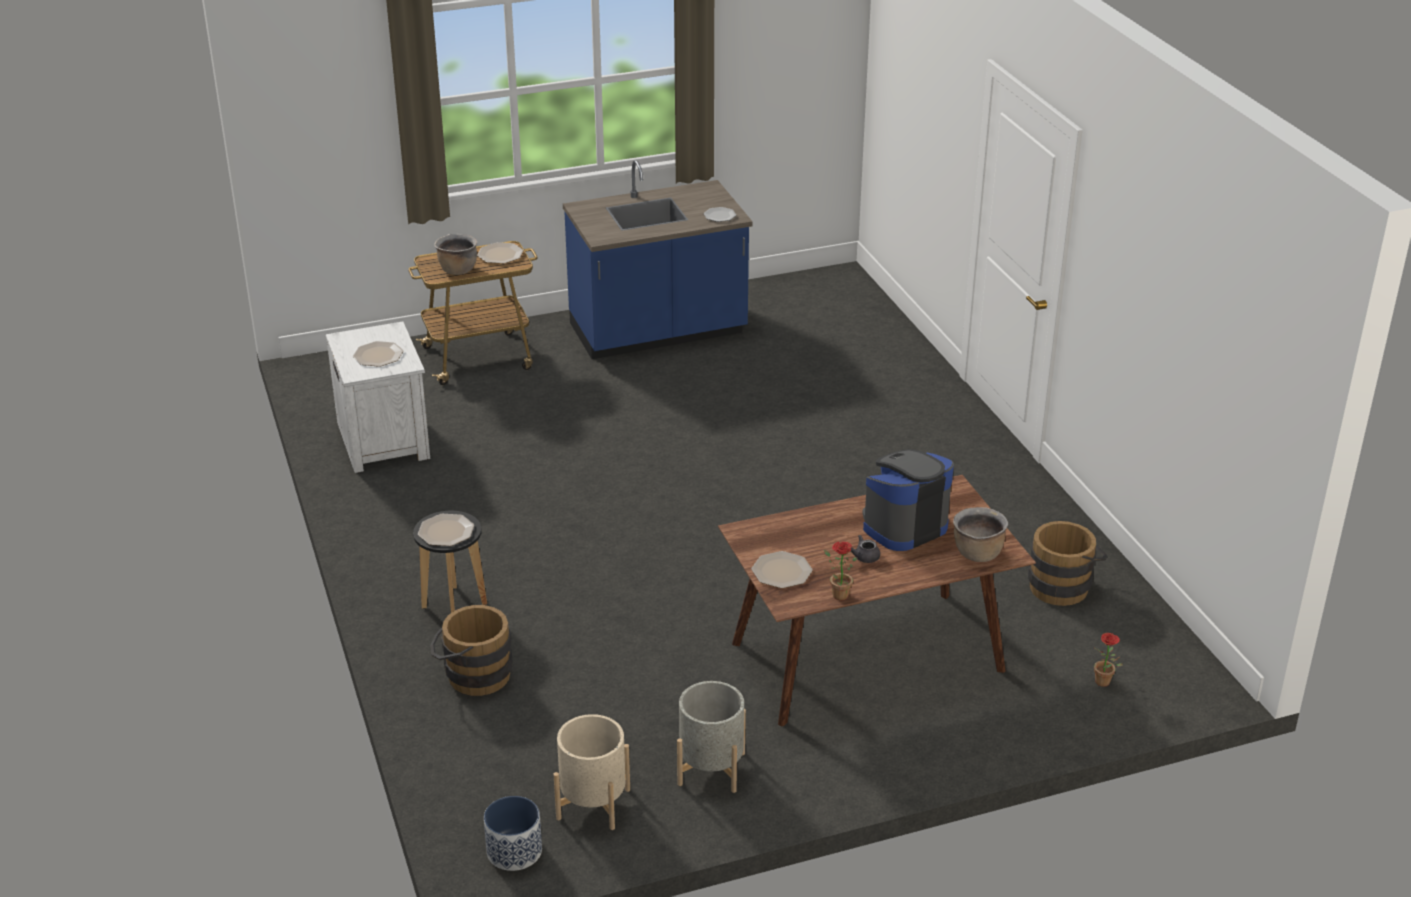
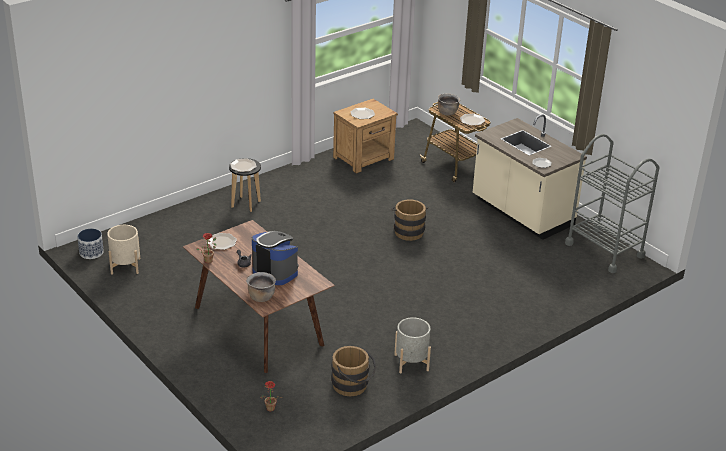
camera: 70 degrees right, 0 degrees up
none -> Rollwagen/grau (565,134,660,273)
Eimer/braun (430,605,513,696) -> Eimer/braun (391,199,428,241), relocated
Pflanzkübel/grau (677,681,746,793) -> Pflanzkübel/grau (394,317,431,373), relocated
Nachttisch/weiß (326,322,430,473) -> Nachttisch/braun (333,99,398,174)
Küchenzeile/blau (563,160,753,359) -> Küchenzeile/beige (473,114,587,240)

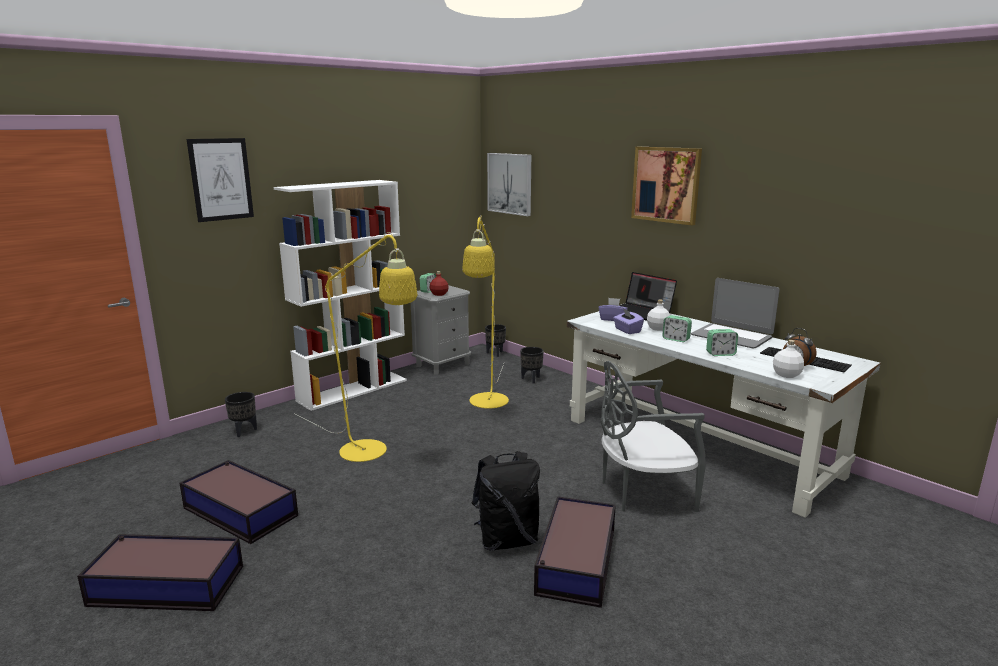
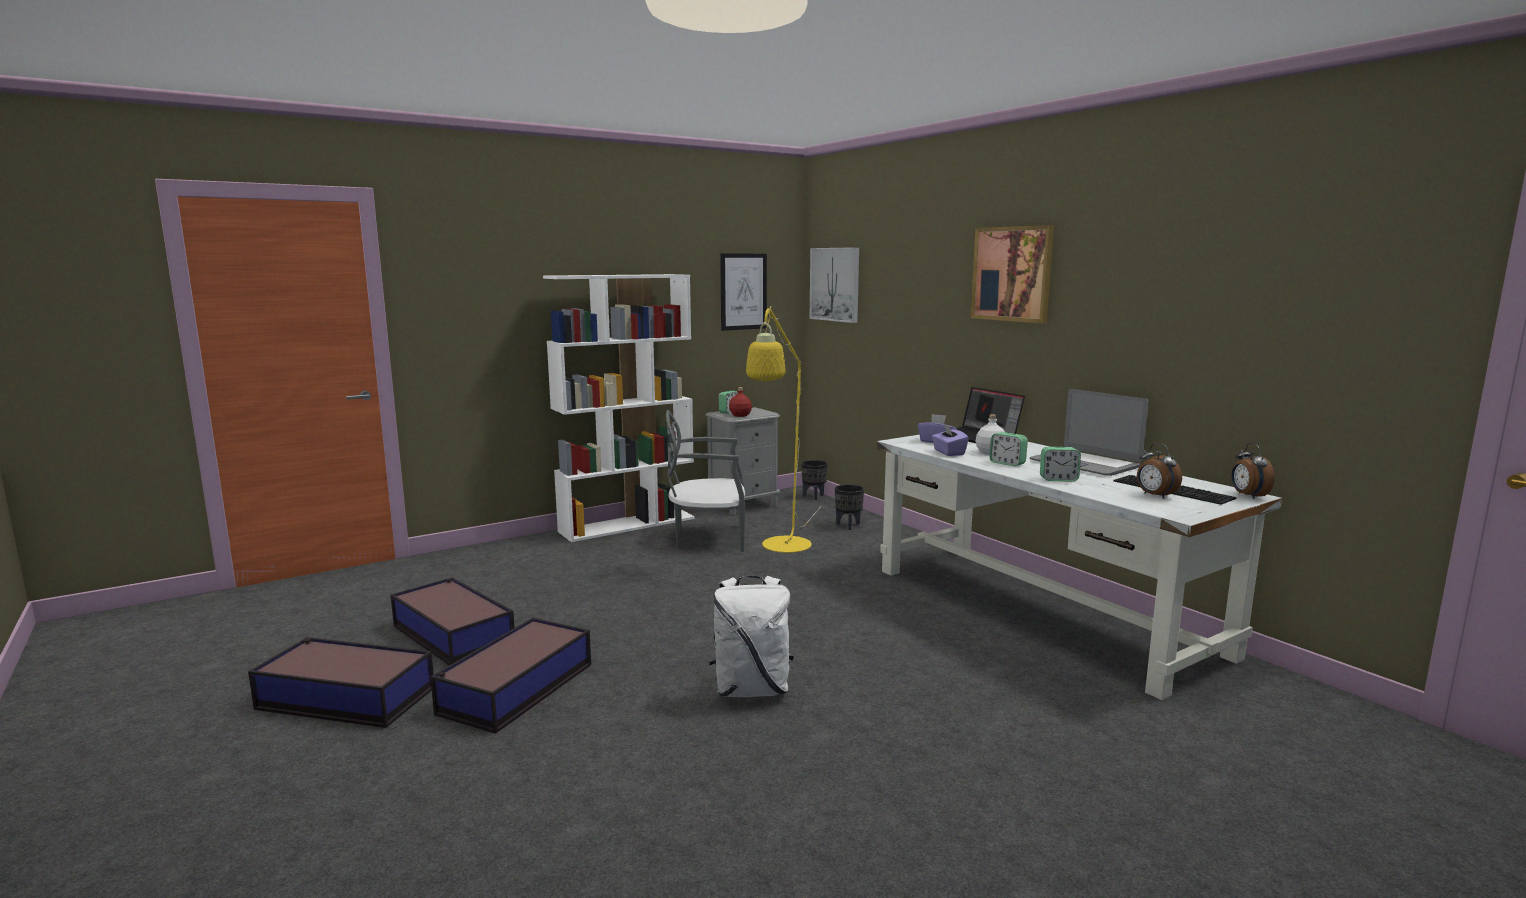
camera: 10 degrees right, 5 degrees down
Pflanzkübel/schwarz (225,392,257,437) -> none
Stehlampe/gelb (294,232,417,462) -> none
Flasche/weiß (773,340,804,378) -> none
none -> Wecker (1231,443,1275,499)
Bild (187,138,254,222) -> Bild (720,253,767,331), relocated
Aufbewahrungsbox (534,496,616,608) -> Aufbewahrungsbox (430,618,591,734), relocated
Stuhl/grau (600,361,706,512) -> Stuhl/grau (666,410,745,552), relocated
Rucksack/schwarz (472,451,540,551) -> Rucksack/weiß (709,576,794,697)

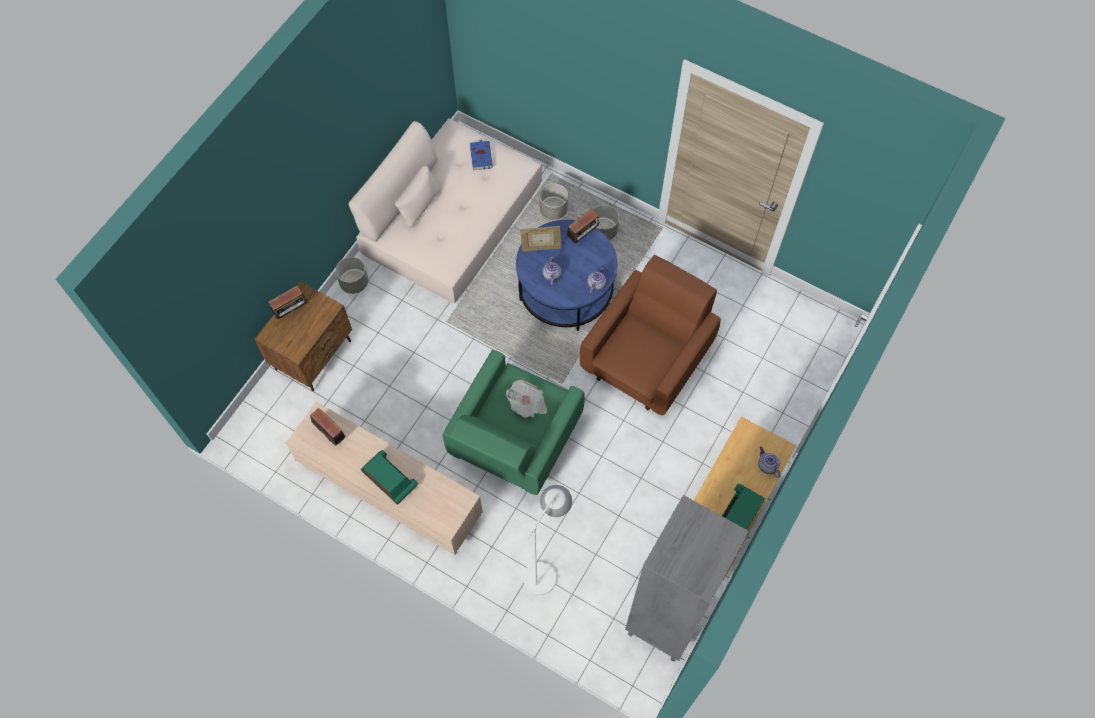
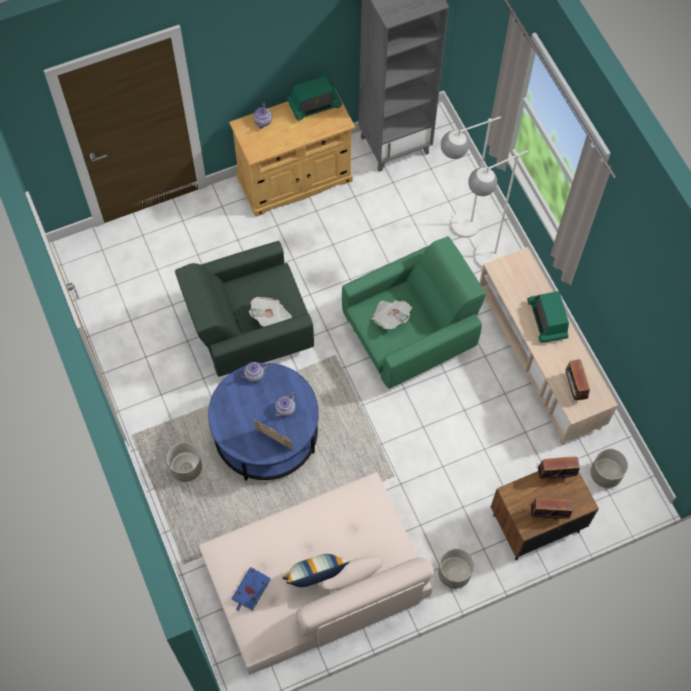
camera: 145 degrees left, 0 degrees up
none -> Zeitung (249,297,292,327)
none -> Kissen (282,554,350,587)
none -> Stehlampe/weiß (468,150,528,268)
Pflanzkübel/grau (539,183,568,220) -> Pflanzkübel/grau (591,449,628,488), relocated
Radio (567,208,600,243) -> Radio (536,454,580,479), relocated
Sessel/braun (580,255,721,415) -> Sessel/grün (175,241,314,377)

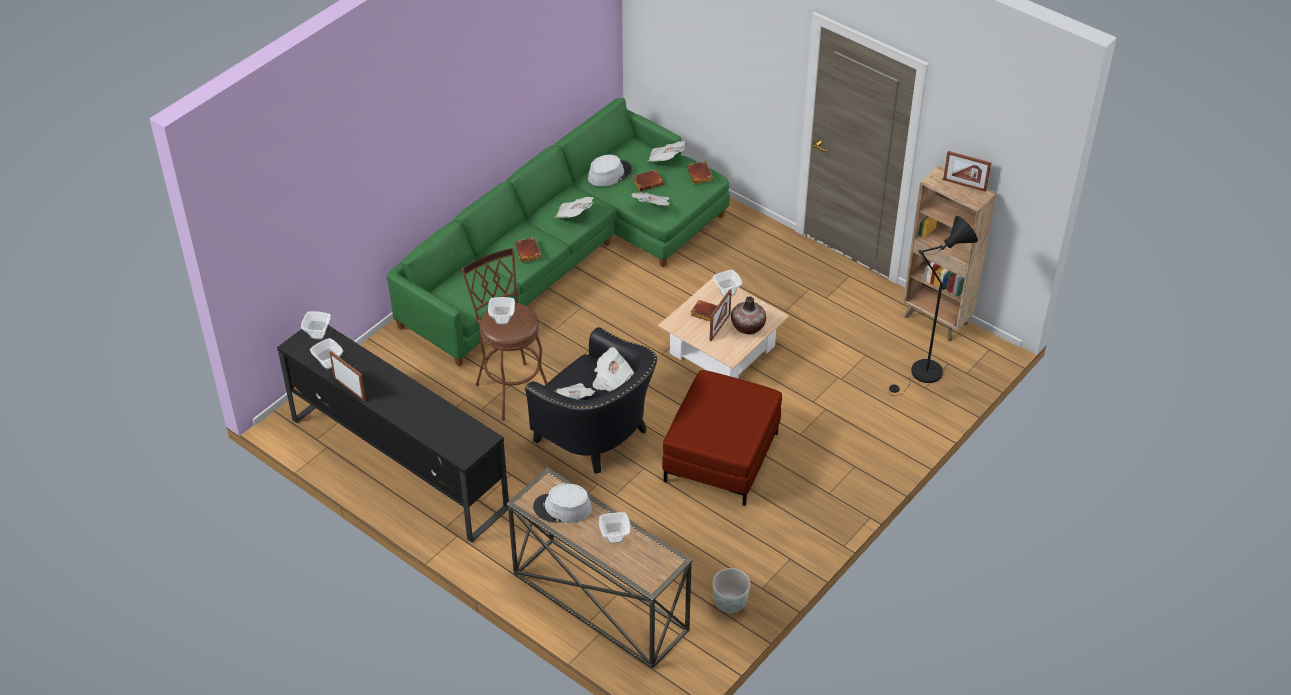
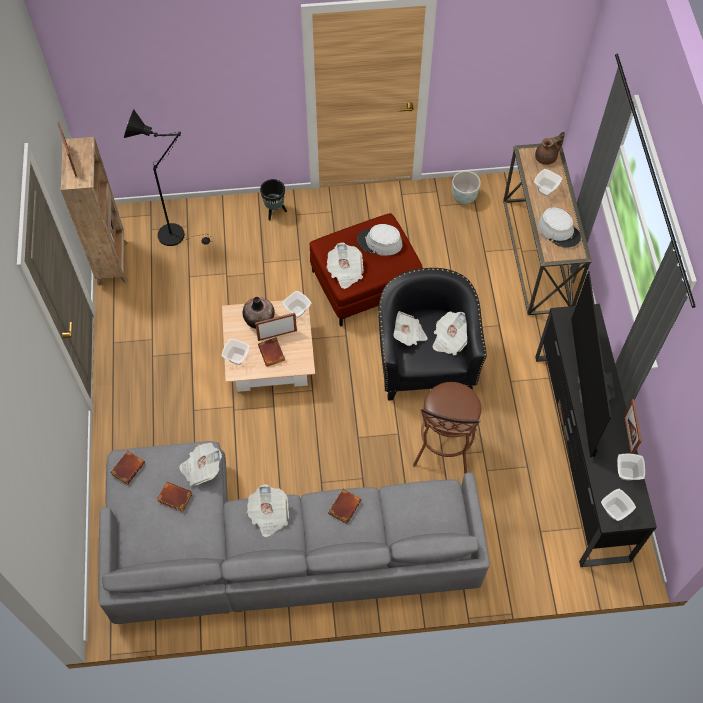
camera: 135 degrees left, 15 degrees up
none -> Pflanzkübel/schwarz (260,179,287,221)
none -> Teekanne/braun (535,132,565,165)
none -> Fernseher (571,271,615,457)
Schüssel (488,297,515,325) -> Schüssel (282,291,312,318), relocated
Hut/grau (588,155,632,187) -> Hut/grau (357,224,403,256), relocated
Zeitung (647,141,685,162) -> Zeitung (327,242,363,289), relocated
Sofa/grün (387,98,730,367) -> Sofa/grau (98,441,490,624)

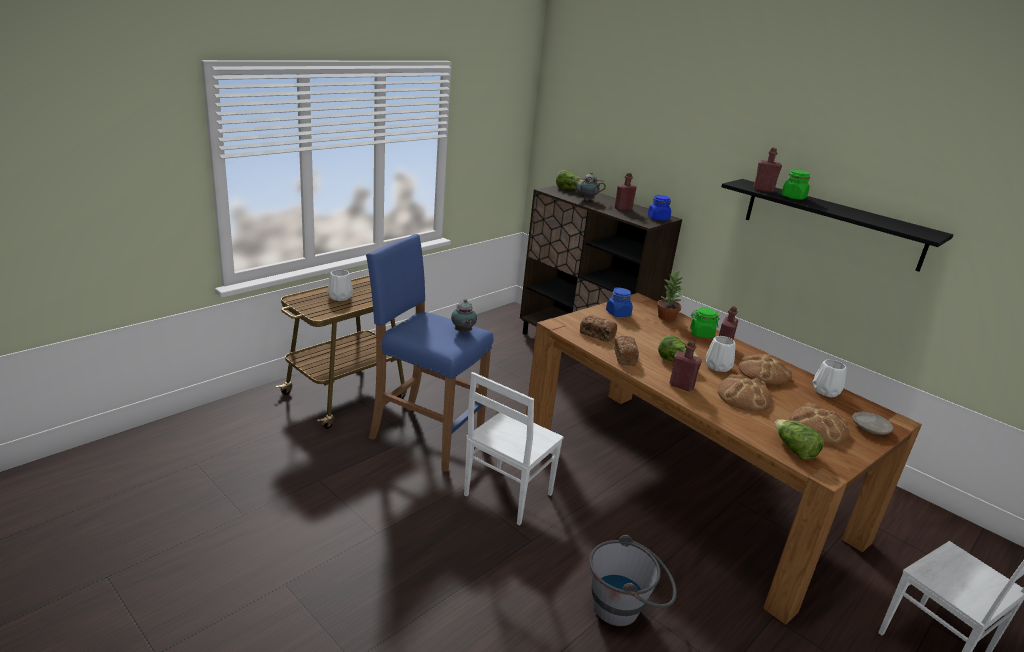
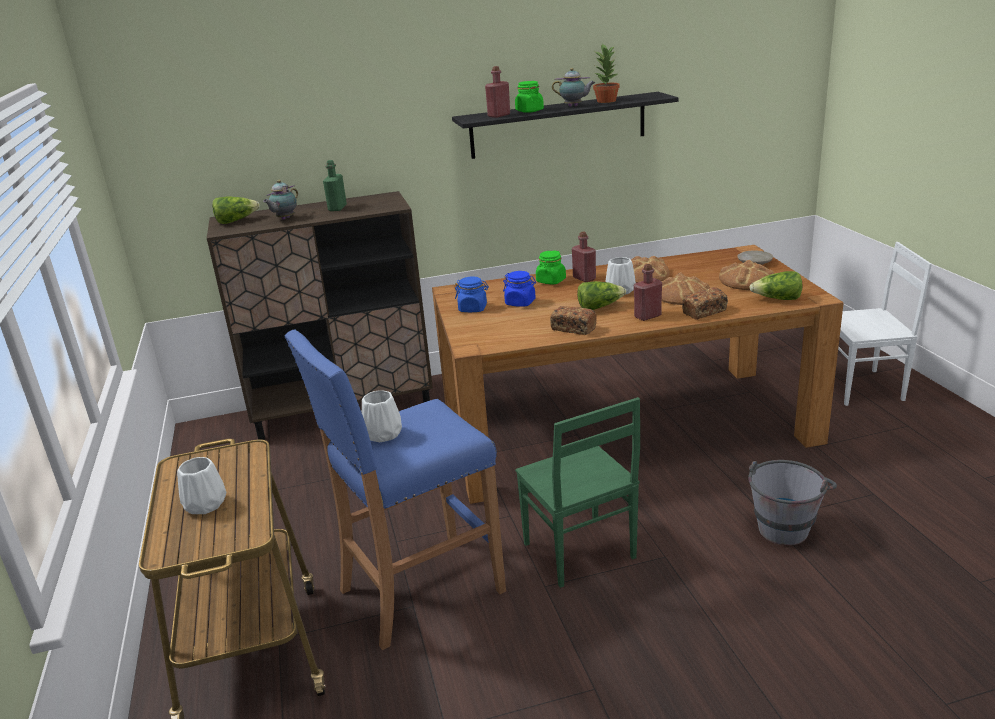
camera: 55 degrees left, 0 degrees up
Teekanne (451,299,477,333) -> Teekanne (552,68,595,107), relocated
Brot (580,315,617,342) -> Brot (682,287,728,320), relocated
Vorratsglas/blau (648,195,671,221) -> Vorratsglas/blau (503,271,536,307), relocated
Topfpflanze (657,271,684,321) -> Topfpflanze (593,44,620,103), relocated
Vase/weiß (812,359,847,397) -> Vase/weiß (362,390,402,442), relocated
Stuhl/weiß (464,372,564,525) -> Stuhl/grün (515,397,640,588)
Flasche/rot (615,173,637,211) -> Flasche/grün (323,160,347,211)

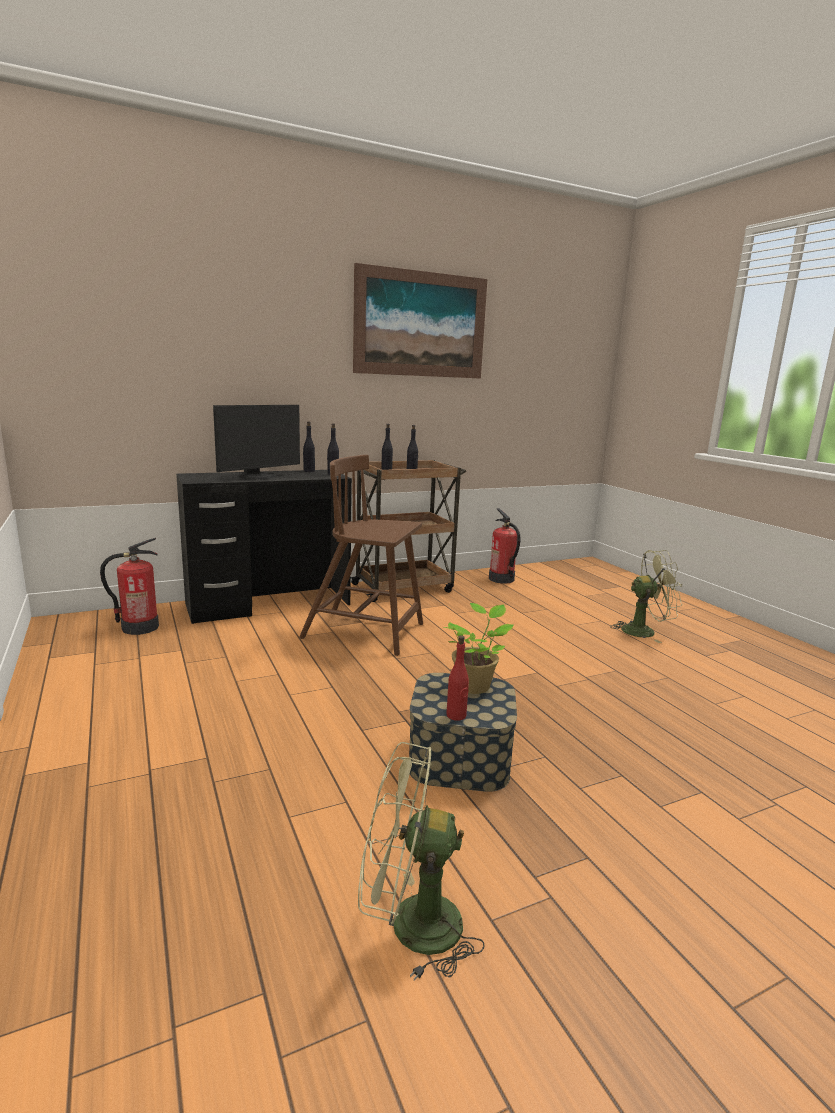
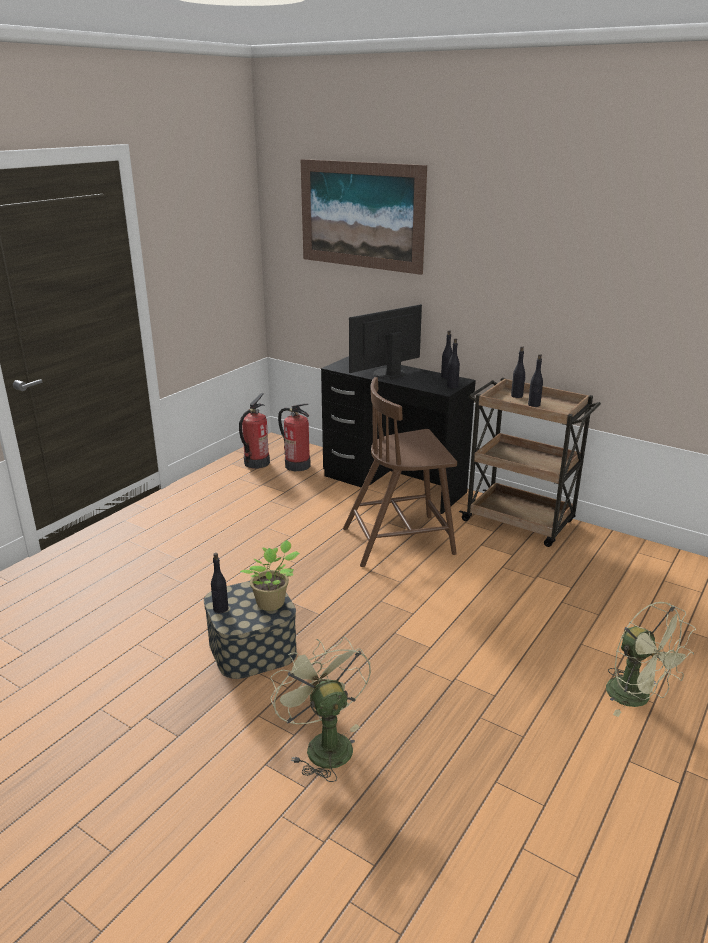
camera: 60 degrees right, 10 degrees up
Bild (353,263,487,379) -> Bild (301,159,427,275), relocated
Ventilator/grün (358,742,484,980) -> Ventilator/grün (270,637,371,782), relocated
Feuerlöscher (489,508,520,584) -> Feuerlöscher (239,393,270,469), relocated
Flasche/rot (446,635,469,721) -> Flasche/schwarz (211,553,228,613)
Monitor (213,405,300,479) -> Monitor (349,304,422,380), 135 degrees clockwise
Stuhl/braun (299,455,423,656) -> Stuhl/braun (343,377,457,567), 90 degrees counterclockwise

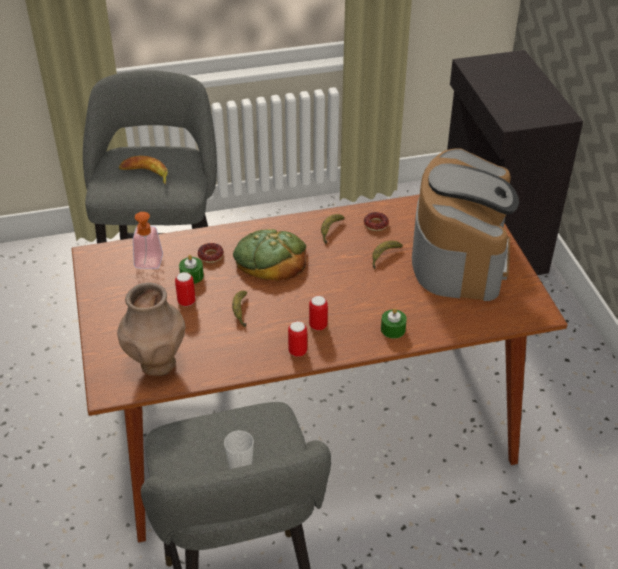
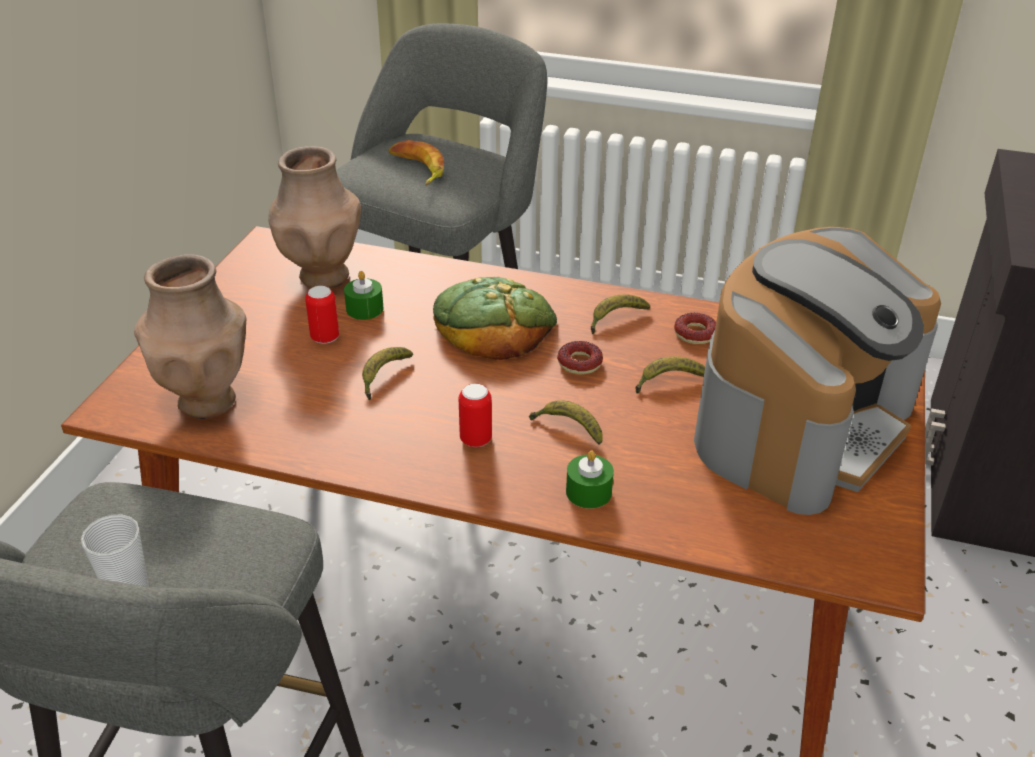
camera: 30 degrees right, 5 degrees down
Dose (288,321,307,357) -> none
none -> Banane (529,400,603,445)
Donut (198,243,224,263) -> Donut (557,341,603,374), relocated
Seifenspender (133,212,163,269) -> Vase/braun (268,146,361,288)

